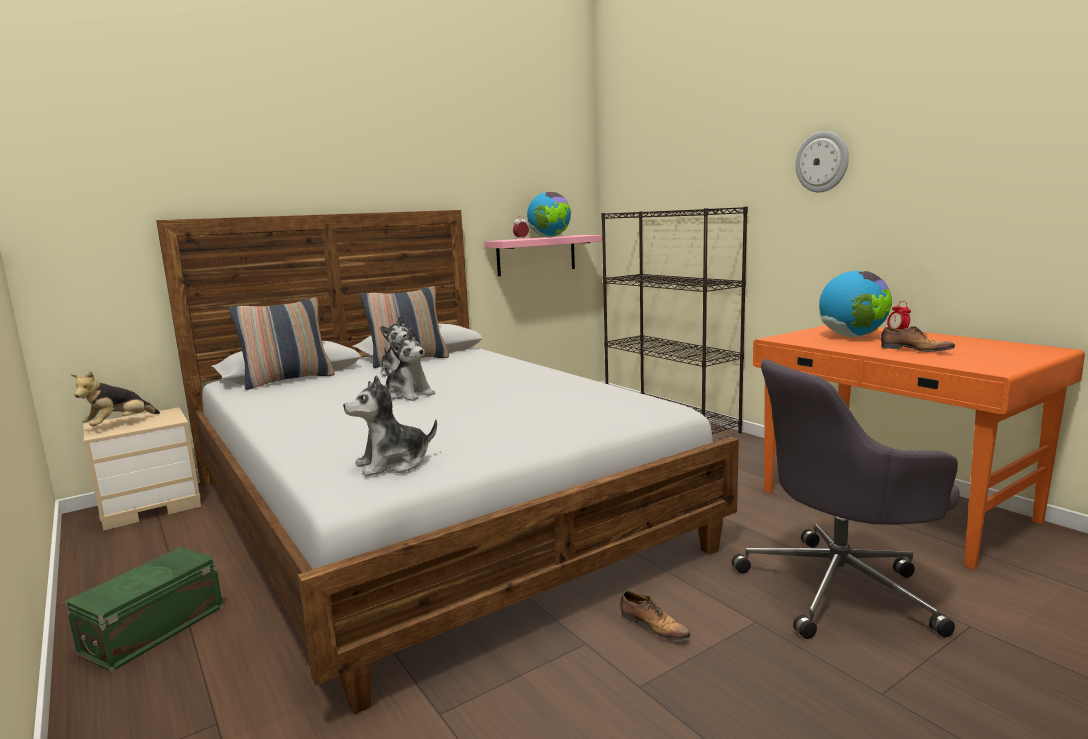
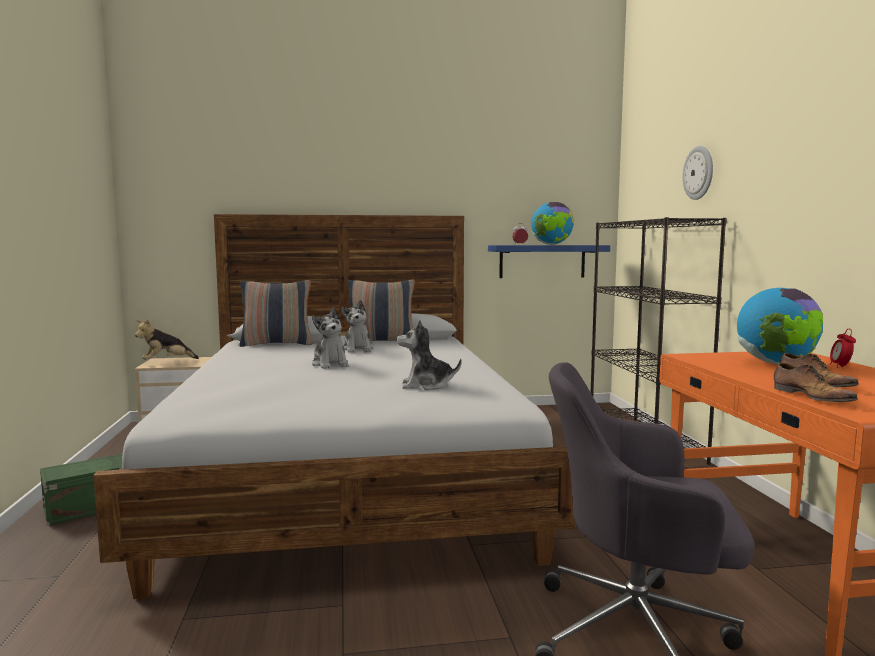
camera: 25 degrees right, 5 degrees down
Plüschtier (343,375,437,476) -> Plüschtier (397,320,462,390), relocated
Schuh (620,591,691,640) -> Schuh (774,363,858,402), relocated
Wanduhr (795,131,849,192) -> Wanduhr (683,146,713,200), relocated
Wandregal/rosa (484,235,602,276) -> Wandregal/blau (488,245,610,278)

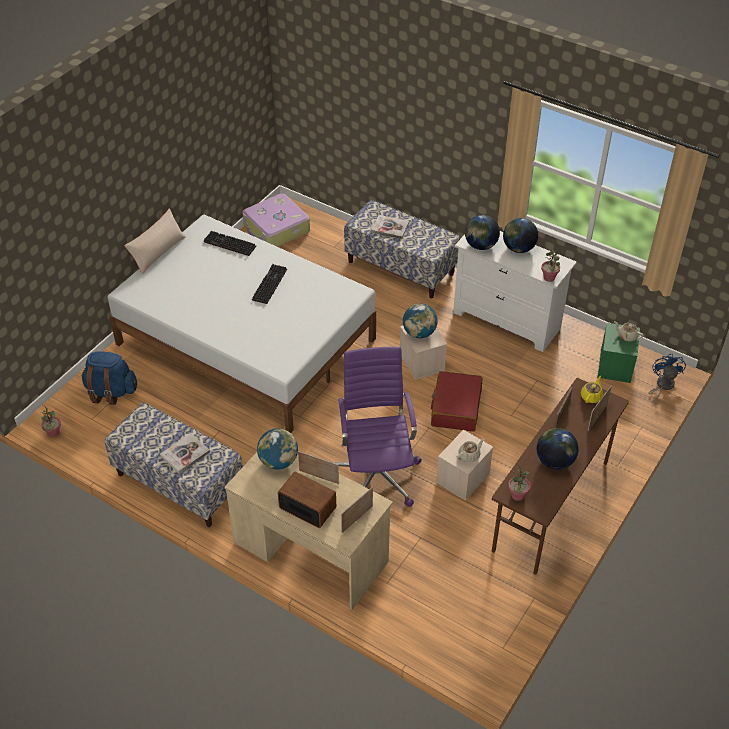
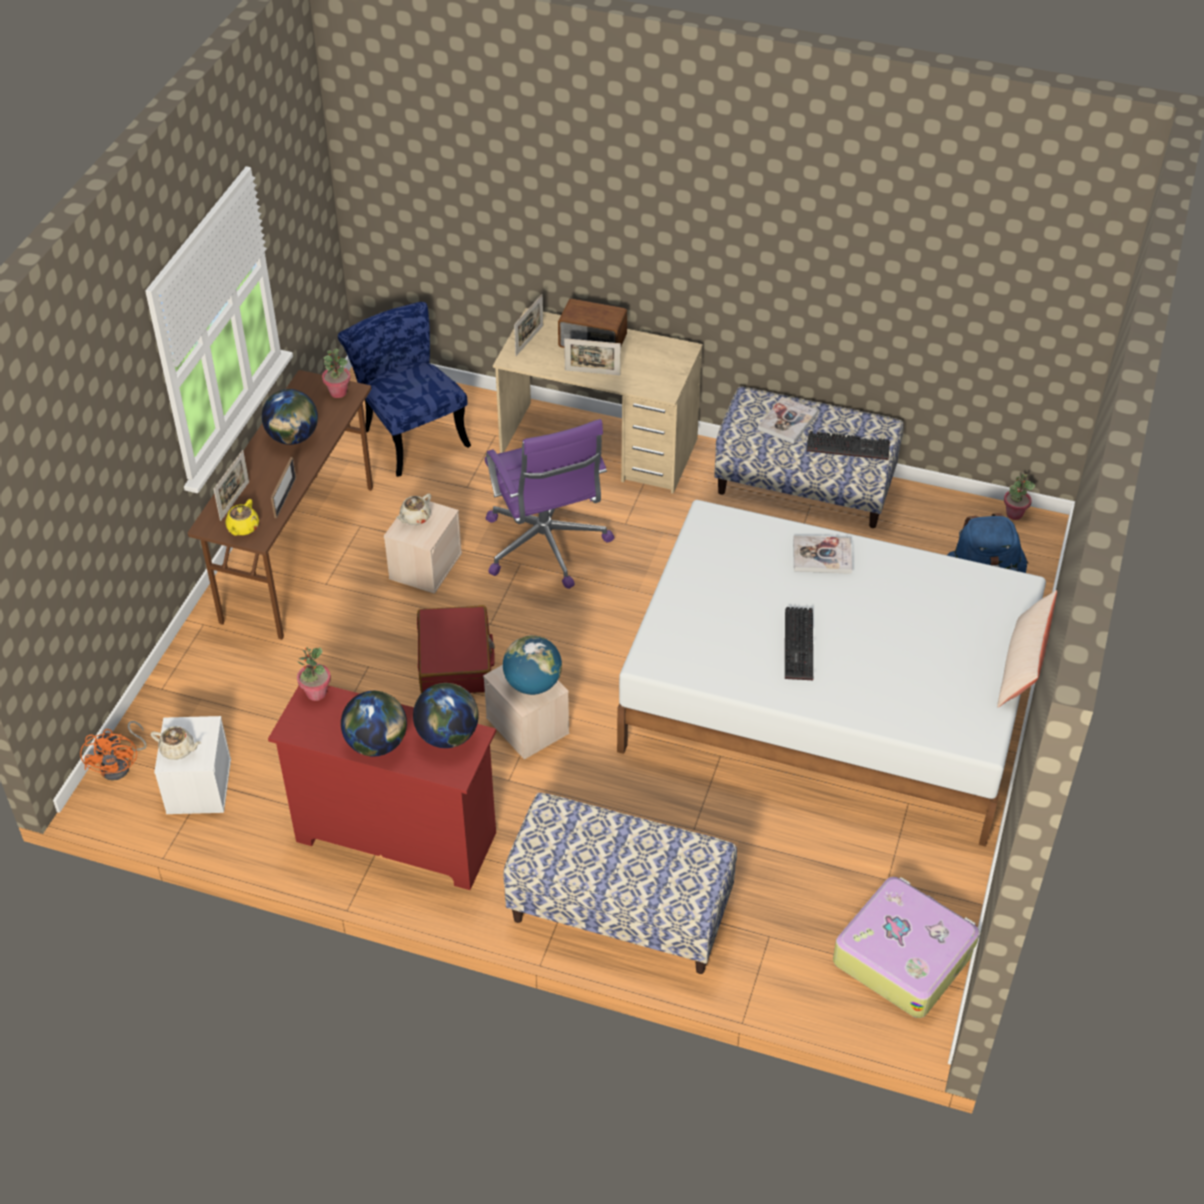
camera: 165 degrees right, 0 degrees up
Globus (257,428,298,469) -> none
none -> Stuhl/blau (338,302,471,477)
Tastatur (204,231,256,256) -> Tastatur (806,431,890,460), relocated
Buch (371,215,409,239) -> Buch (793,536,852,574), relocated
Kommode/weiß (453,231,577,352) -> Kommode/rot (268,685,496,890)
Aufbewahrungsbox/grün (597,323,640,383) -> Aufbewahrungsbox/weiß (154,716,231,814)
Ventilator/blau (648,354,686,403) -> Ventilator/orange (80,721,147,781)

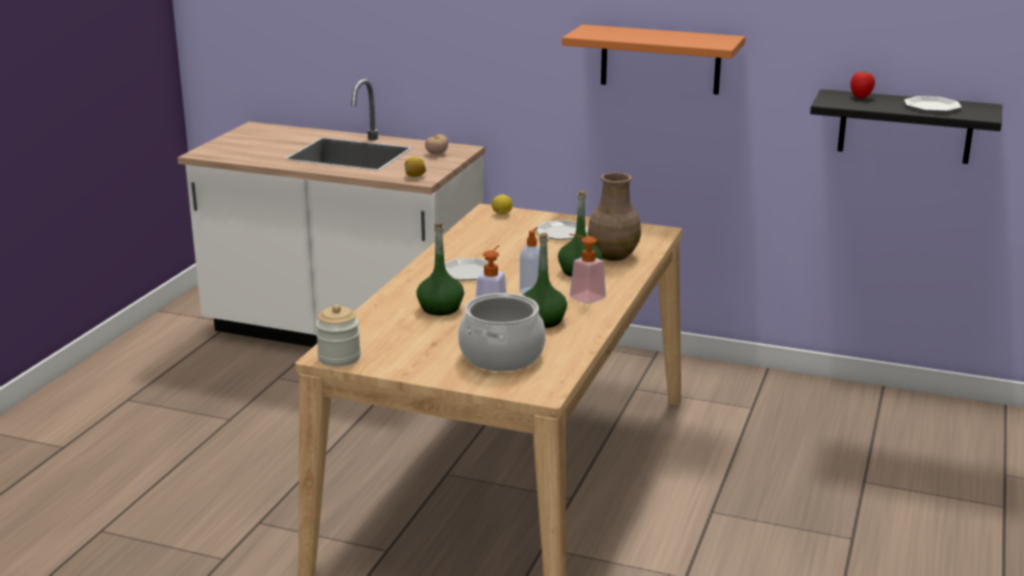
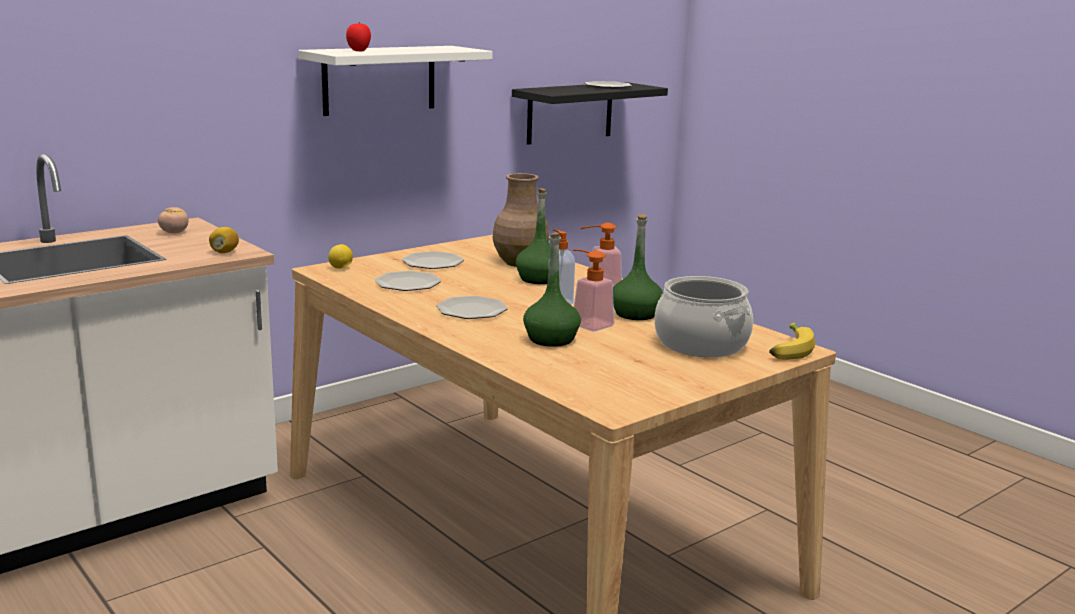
camera: 60 degrees left, 5 degrees down
Vorratsglas (316,304,361,366) -> none
none -> Teller (375,271,441,291)
none -> Banane (769,323,815,360)
Tomate (850,71,875,98) -> Tomate (346,22,371,52), relocated
Wandregal/orange (562,24,745,95) -> Wandregal/weiß (299,46,492,116)

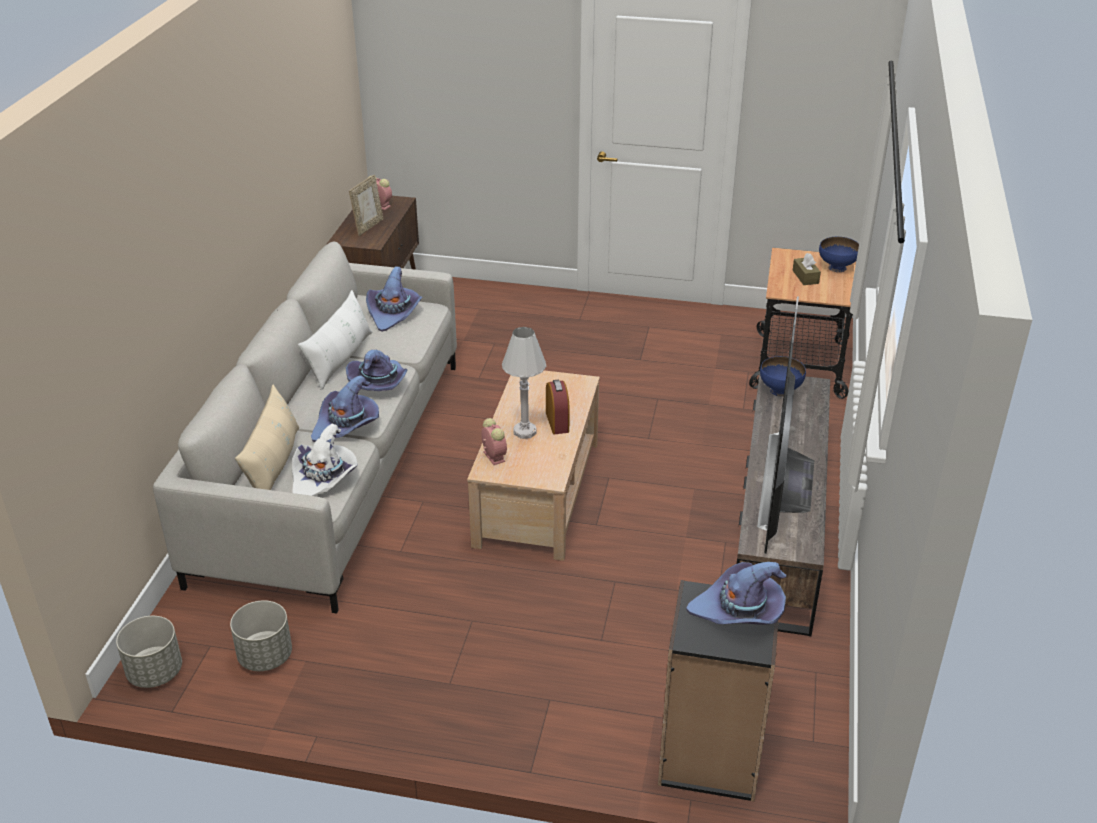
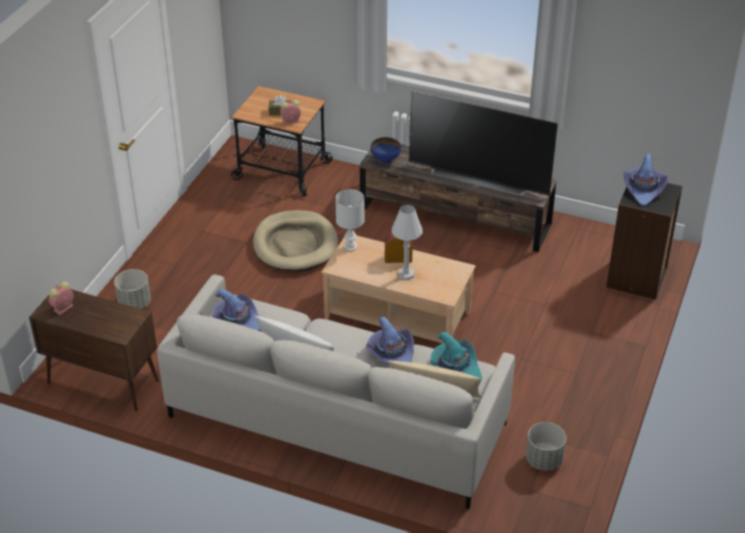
camera: 80 degrees left, 5 degrees up
Hut/lila (346,350,408,391) -> none
Bilderrahmen (349,175,383,236) -> none
Schüssel/blau (819,237,859,272) -> none
none -> Hundebett/beige (253,210,338,271)
none -> Tischlampe/weiß (335,189,365,251)
Pflanzkübel/grau (116,616,182,688) -> Pflanzkübel/grau (114,269,151,309), relocated
Wecker (481,418,507,465) -> Wecker (280,100,301,125), relocated
Hut/weiß (292,424,358,496) -> Hut/türkis (431,332,482,382)

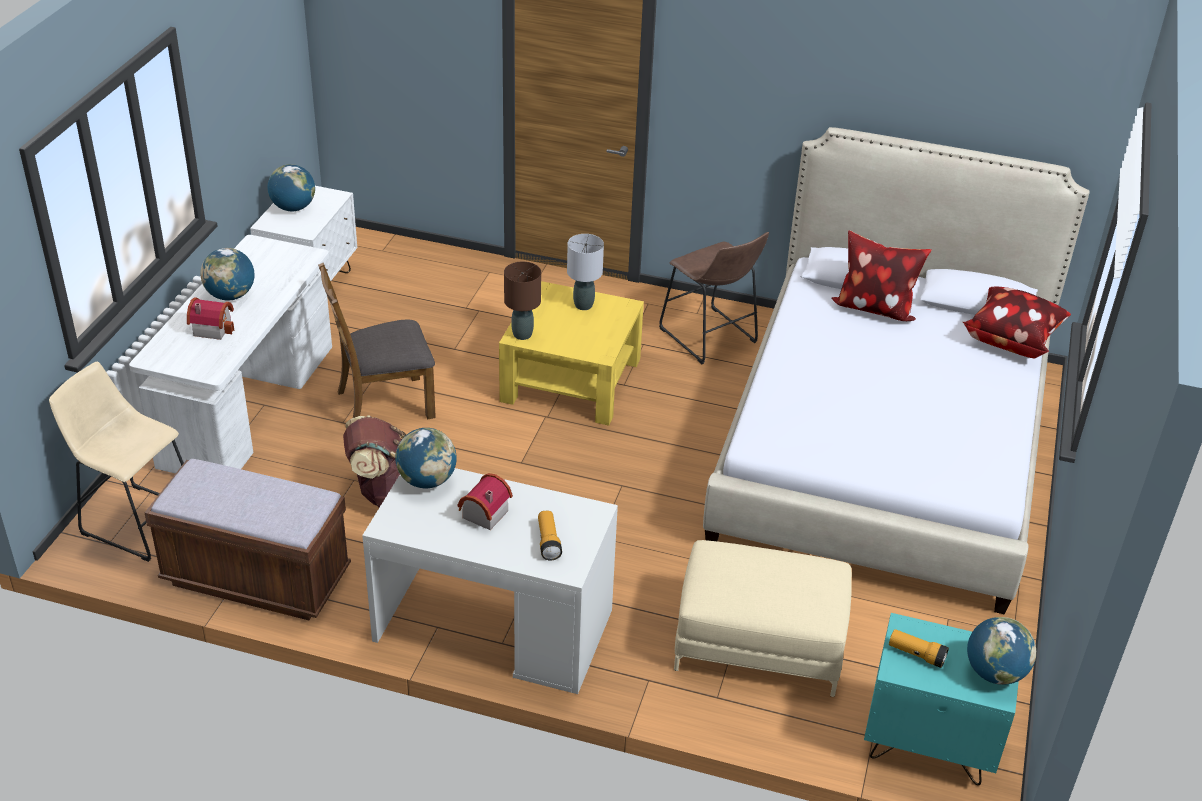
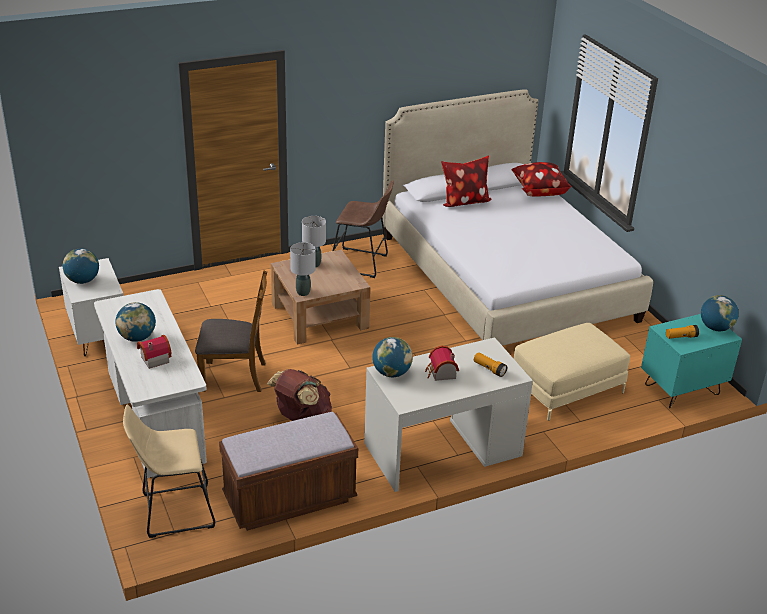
camera: 40 degrees left, 5 degrees down
Couchtisch/gelb (499,281,644,426) -> Couchtisch/braun (271,250,371,344)
Tischlampe/braun (504,262,541,340) -> Tischlampe/grau (290,242,316,296)
Stuhl/braun (318,263,436,419) -> Stuhl/braun (195,271,267,392), 120 degrees counterclockwise

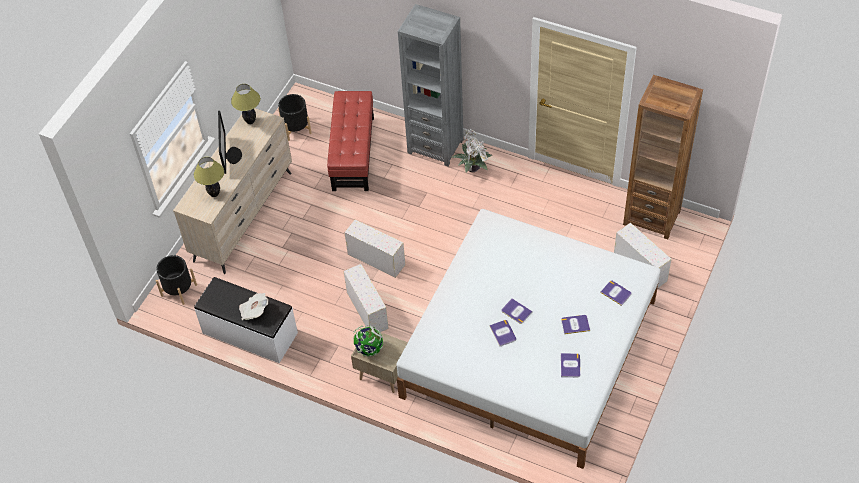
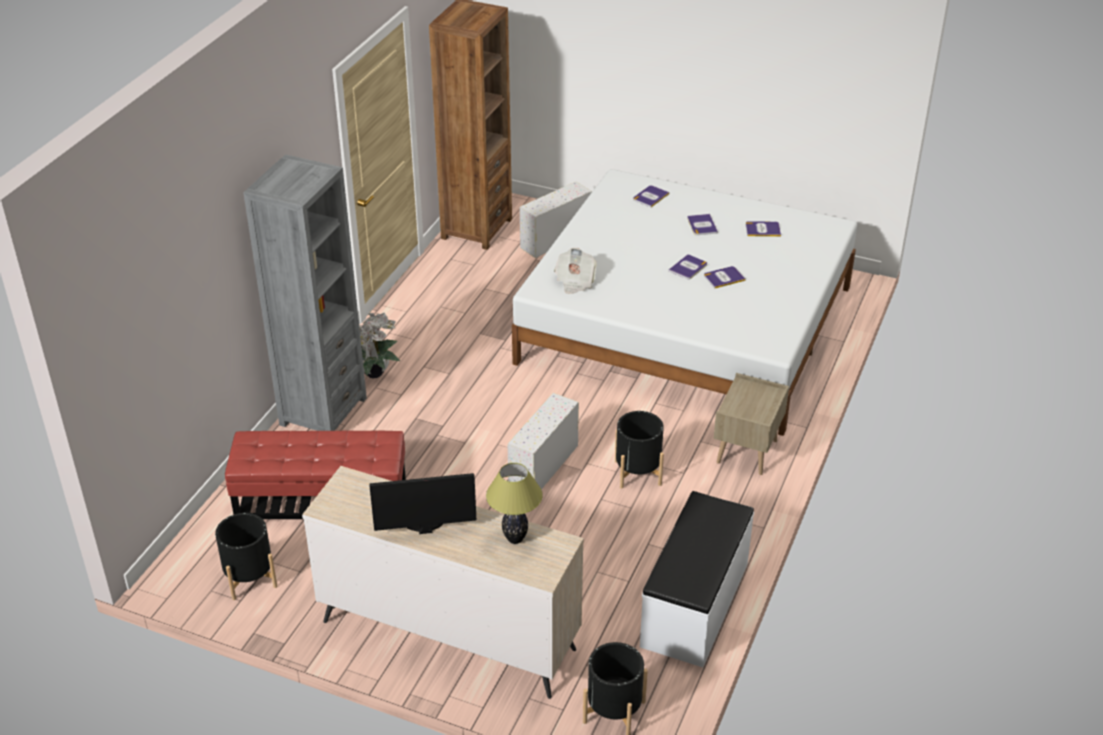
camera: 95 degrees left, 15 degrees down
Tischlampe (231,84,260,124) -> none
Globus (352,325,383,356) -> none
Zeitung (239,293,268,320) -> Zeitung (554,248,597,294), relocated
Aufbewahrungsbox/weiß (344,264,389,332) -> Pflanzkübel/schwarz (615,411,664,489)

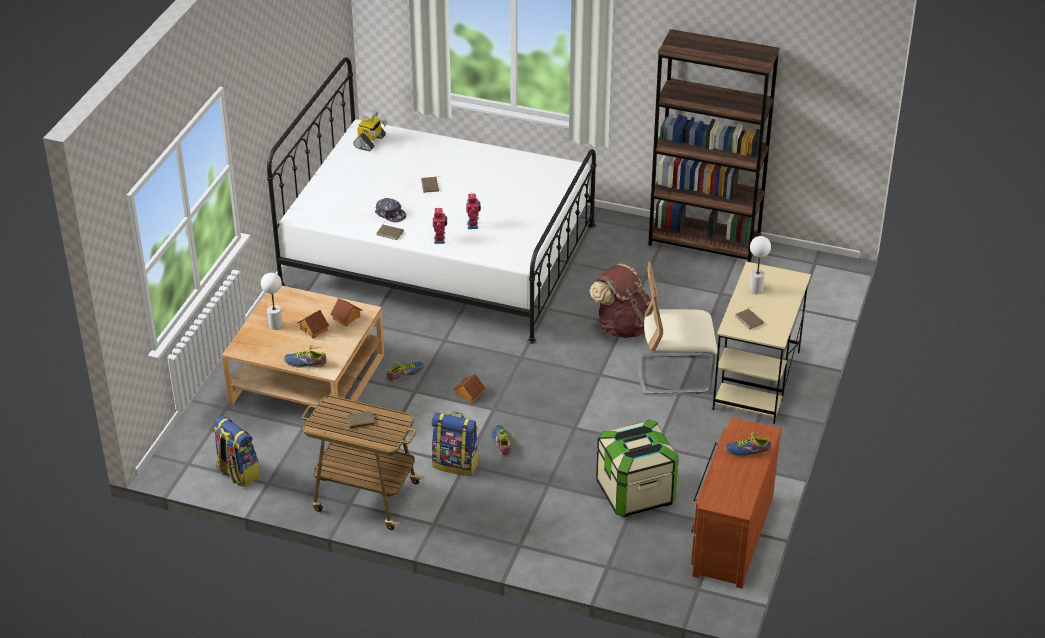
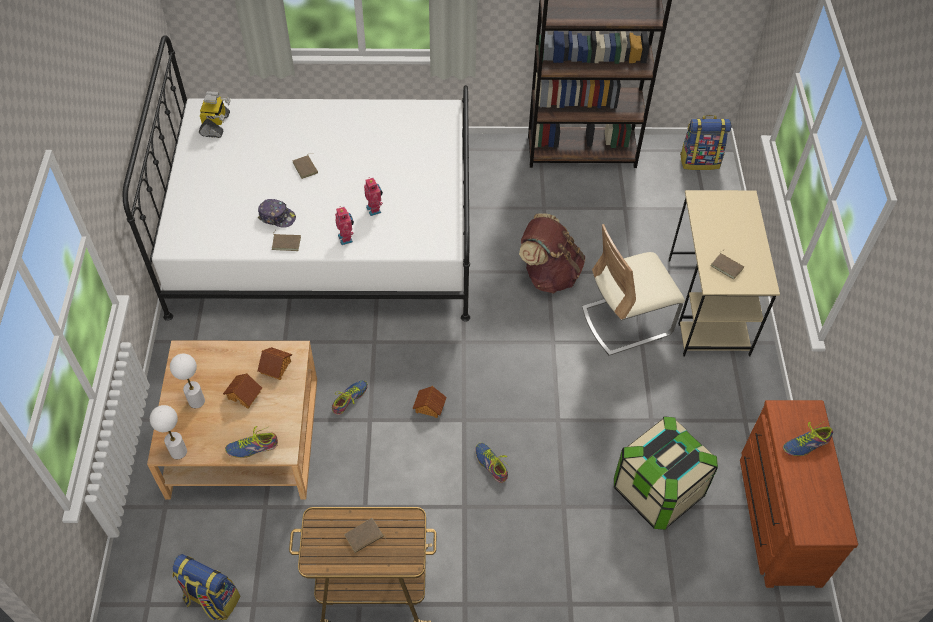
camera: 20 degrees left, 15 degrees up
Rucksack (432,412,479,476) -> Rucksack (680,115,731,170), relocated
Tischlampe/weiß (749,236,771,294) -> Tischlampe/weiß (150,405,187,459), relocated

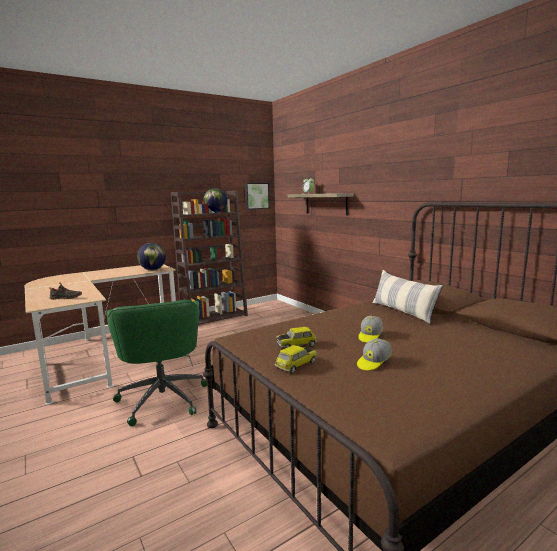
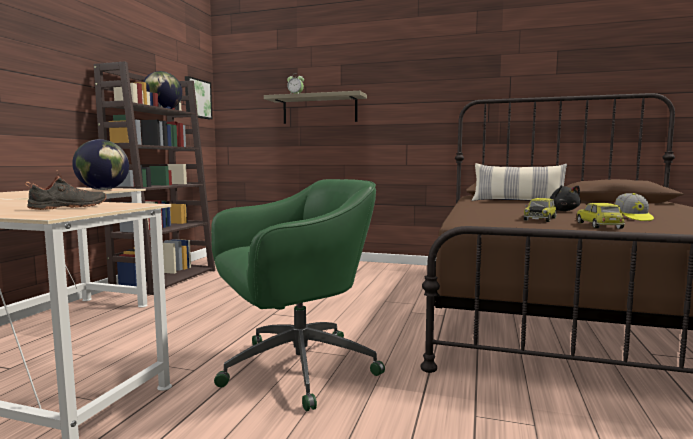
camera: 40 degrees left, 5 degrees down
Kappe (358,316,383,343) -> Plüschtier/schwarz (549,185,581,211)
Bürostuhl/grün (106,300,207,426) -> Bürostuhl/grün (211,179,385,411), 60 degrees counterclockwise

